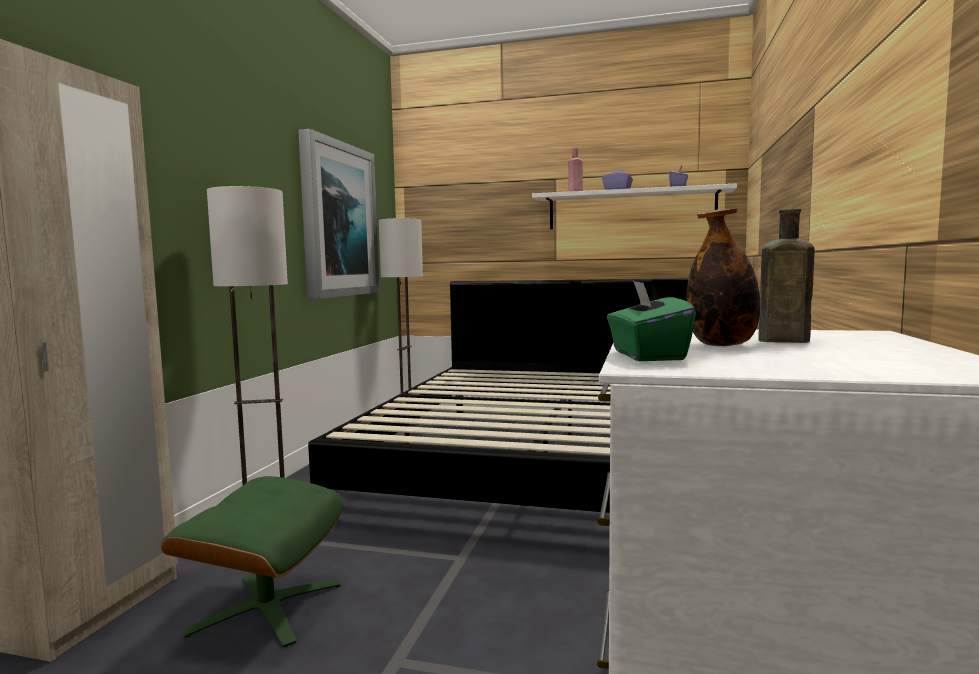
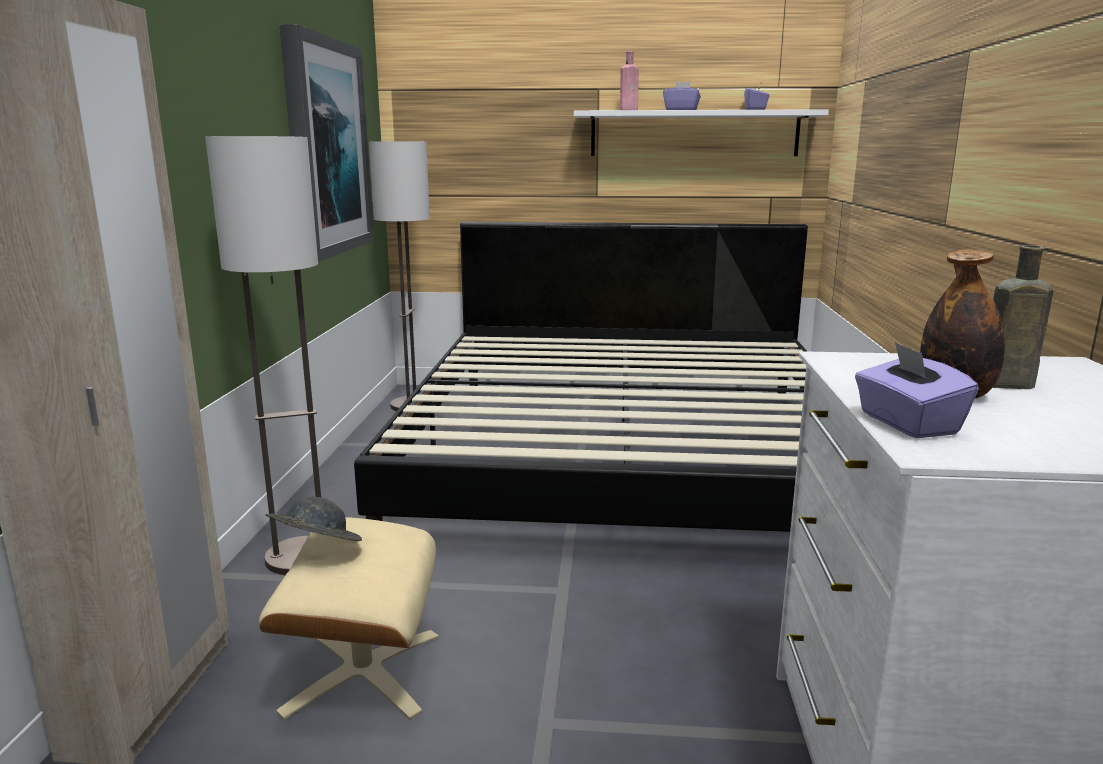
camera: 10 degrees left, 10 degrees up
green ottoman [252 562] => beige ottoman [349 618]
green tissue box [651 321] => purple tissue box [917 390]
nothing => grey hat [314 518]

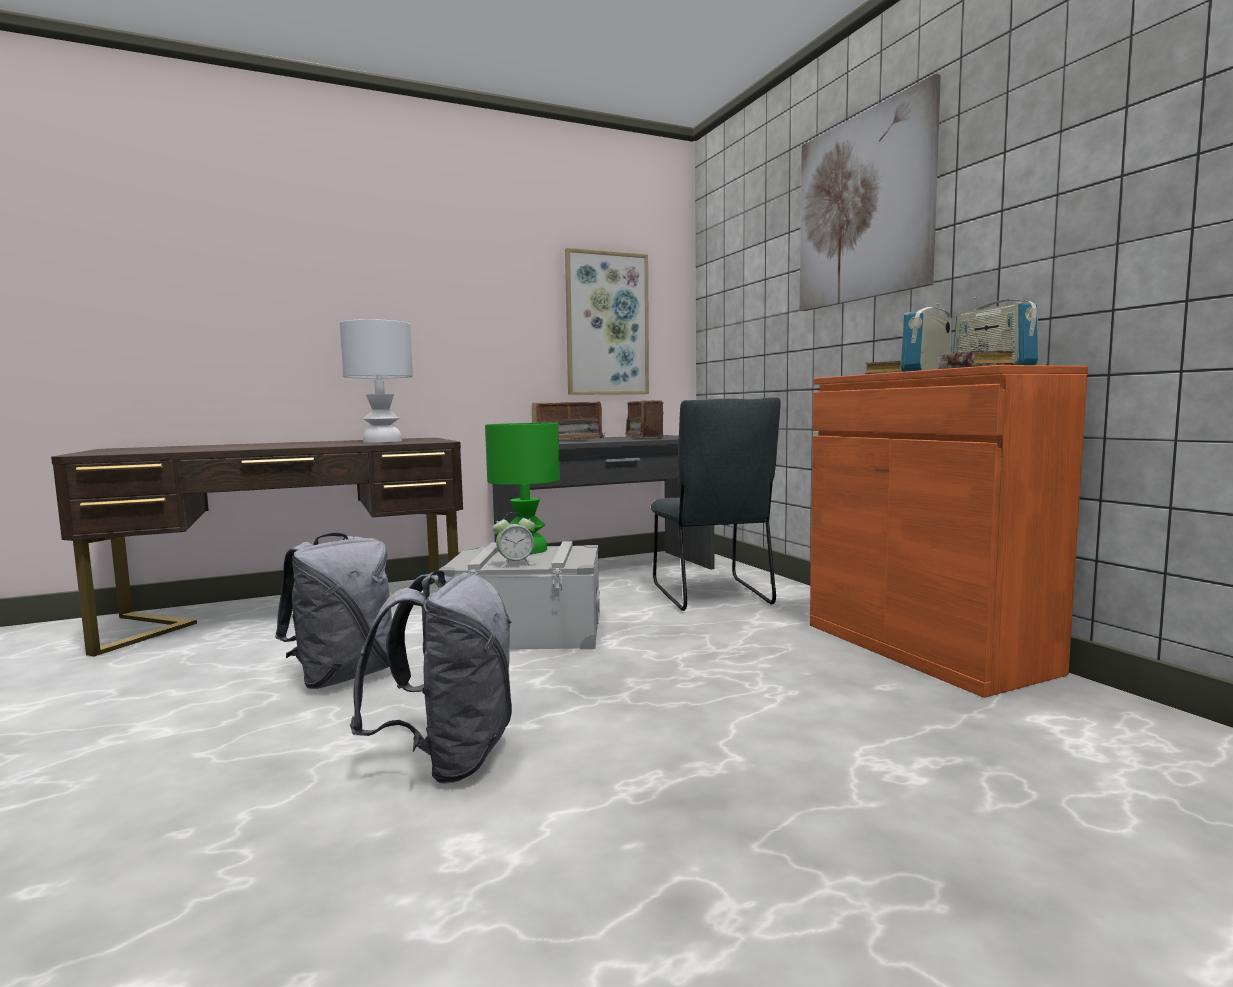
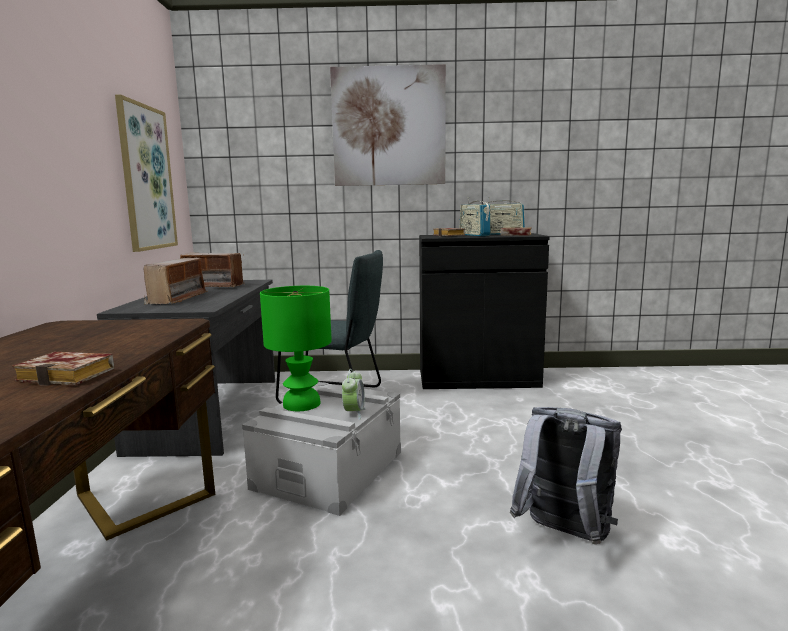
camera: 65 degrees left, 5 degrees up
grey backpack [333 611] => nothing
white table lamp [376 381] => nothing
orange cabinet [949 531] => black cabinet [484 311]
nothing => book [63 369]

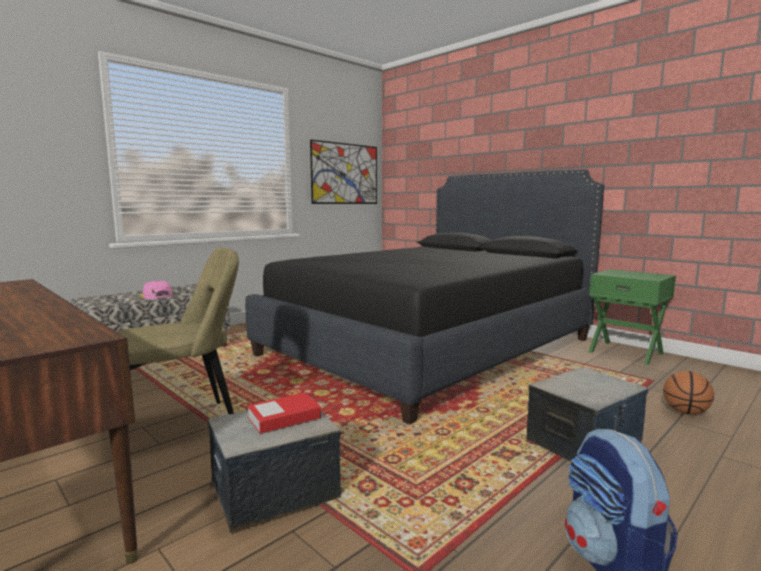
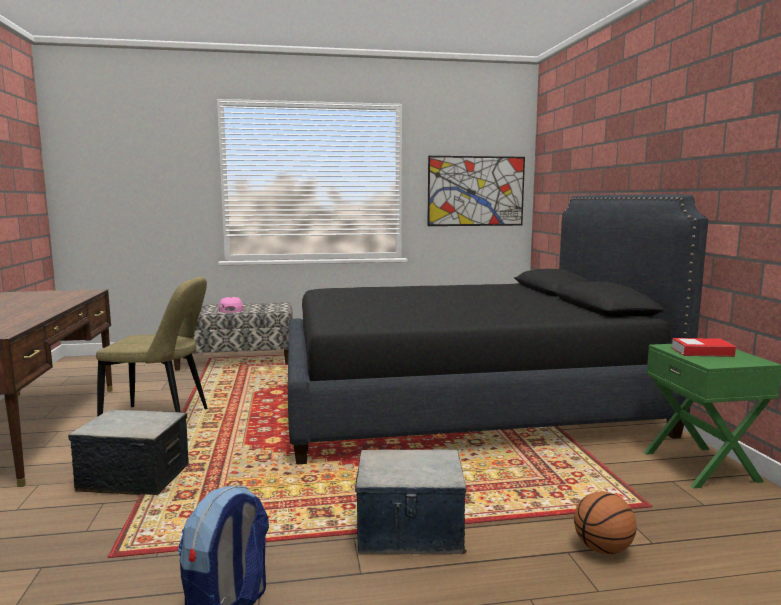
camera: 35 degrees right, 0 degrees up
book [284 413] => book [703 347], relocated

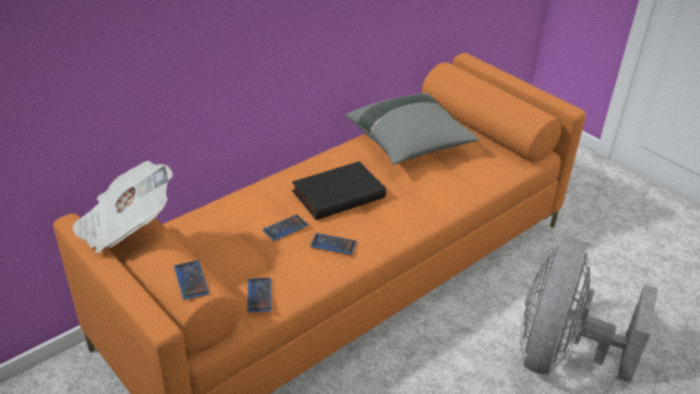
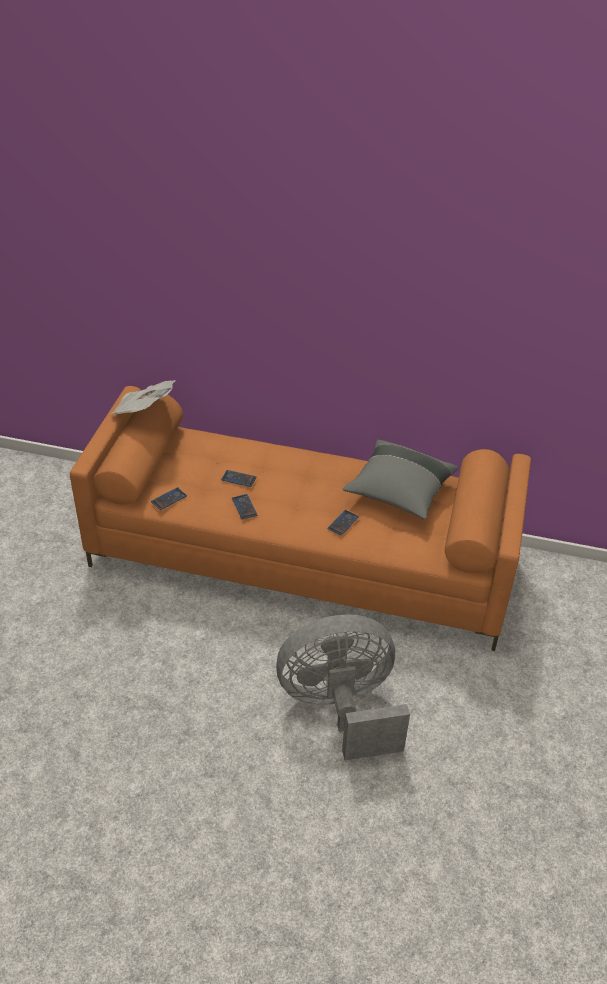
camera: 55 degrees right, 5 degrees up
phone [191 280] => phone [343 523], relocated
black book [339 190] => nothing

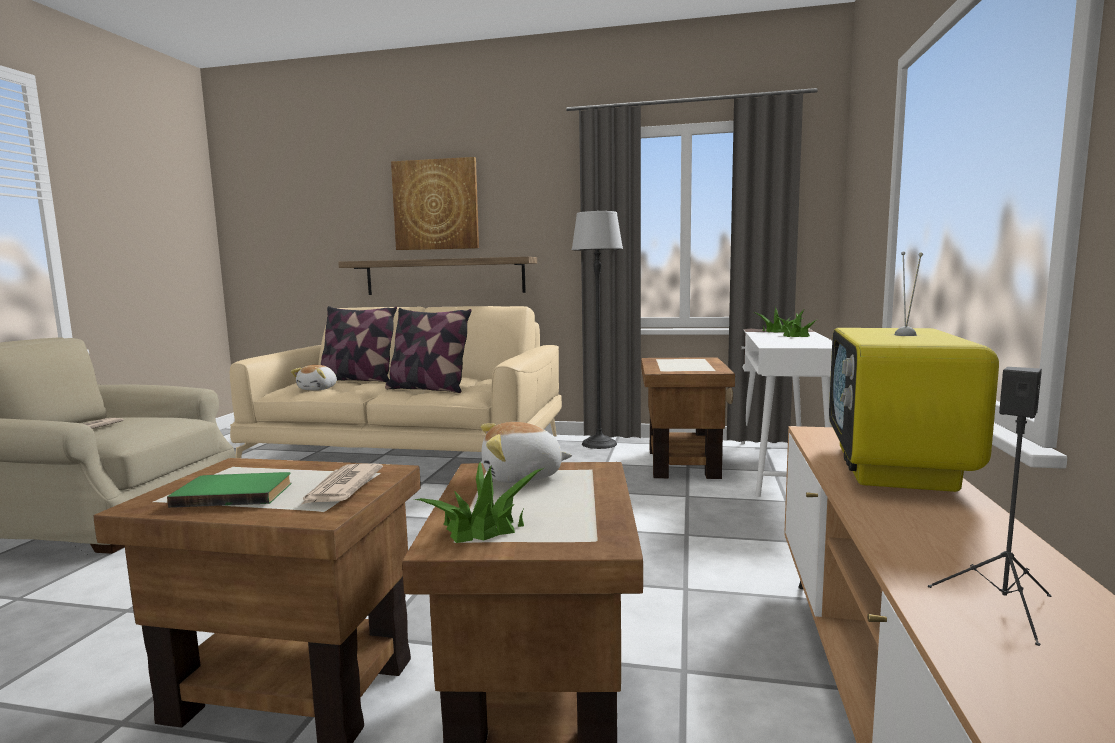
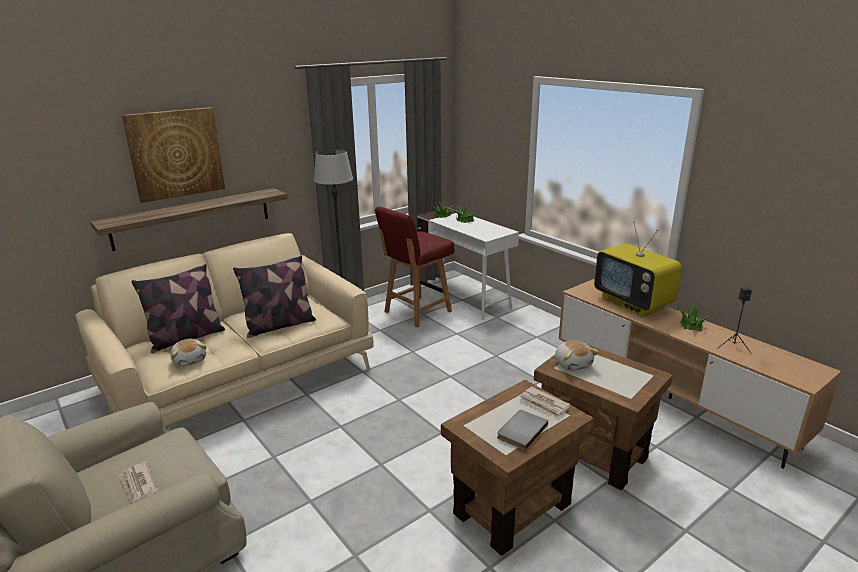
camera: 50 degrees left, 15 degrees up
green book [229 490] => grey book [522 430]
potted plant [479 502] => potted plant [692 316], relocated
plush toy [526 452] => plush toy [577 355], 45 degrees counterclockwise
brown side table [688 418] => red chair [414 267]

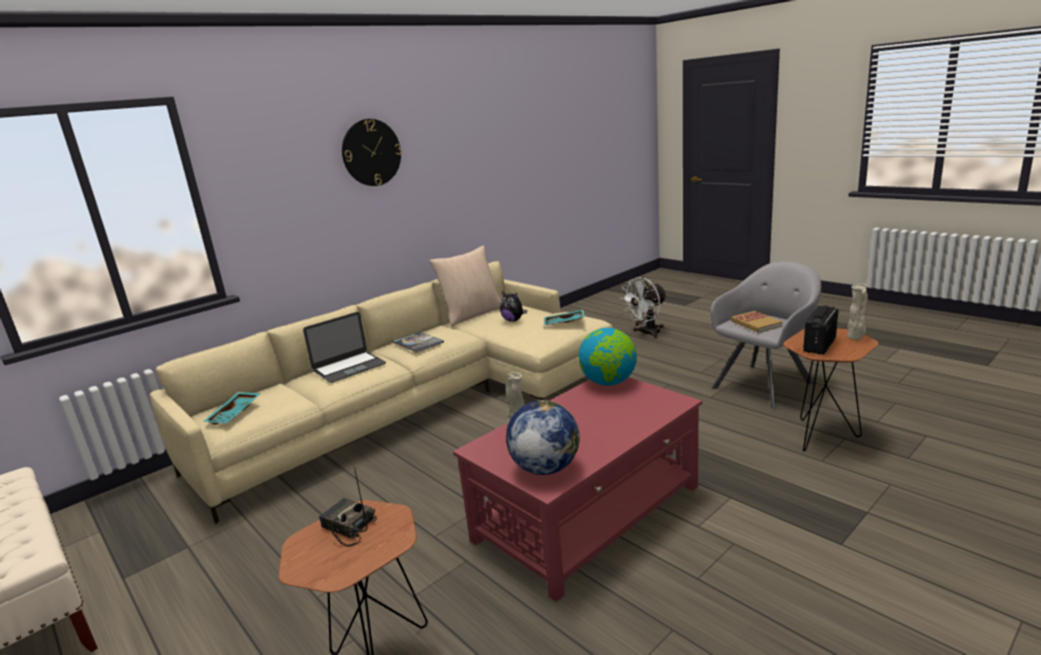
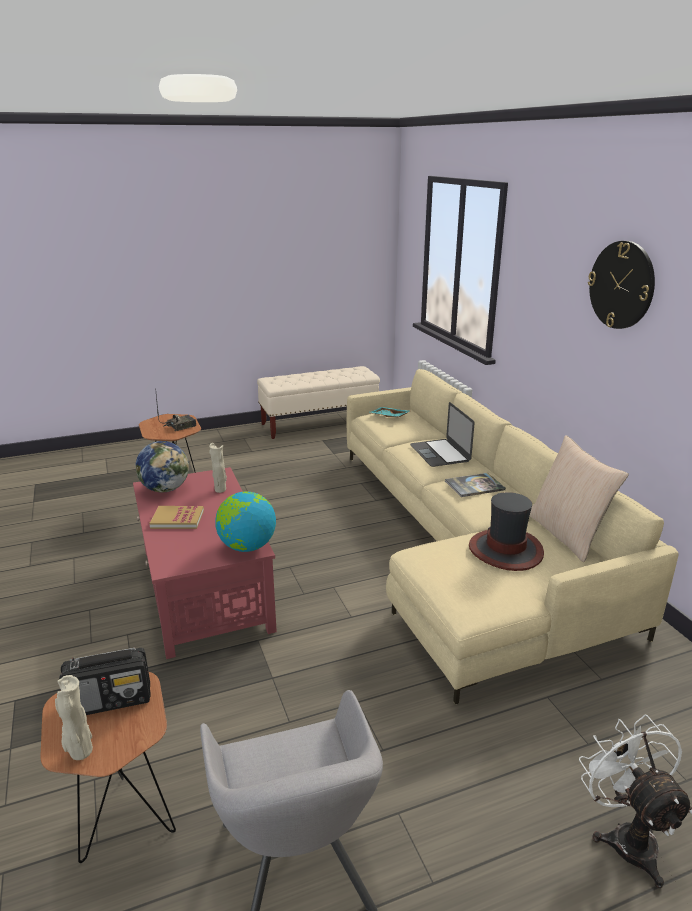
camera: 110 degrees right, 5 degrees up
plush toy [513 307] => hat [506 531]
turquoise tray [564 317] => nothing
book [757 322] => book [176 517], relocated
radio [820 330] => radio [105 681], 105 degrees clockwise

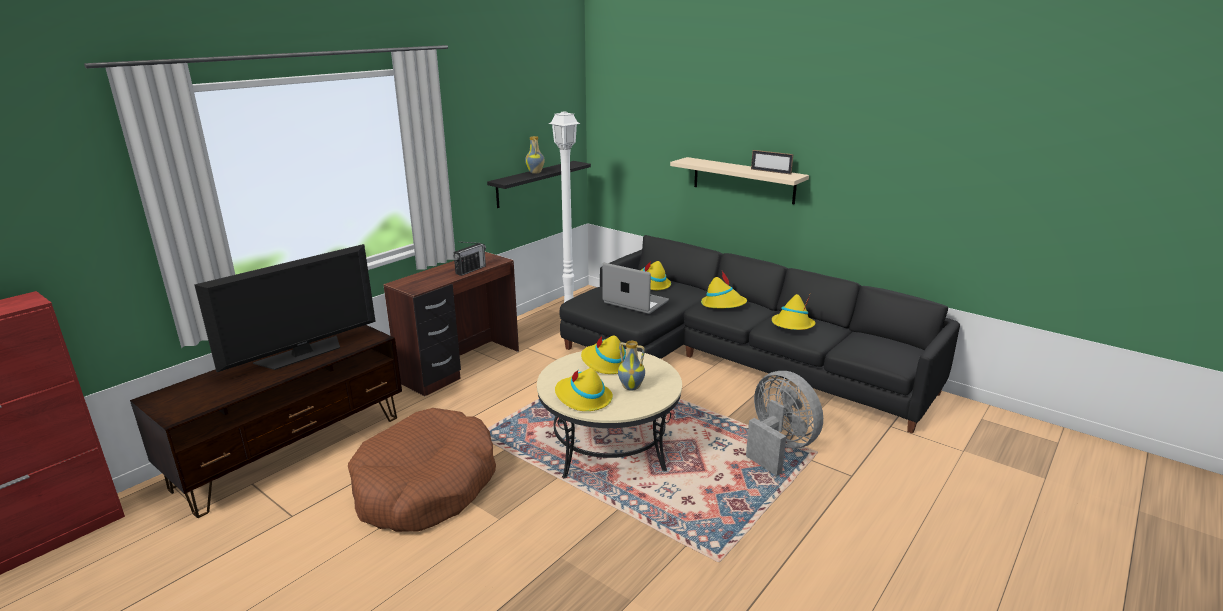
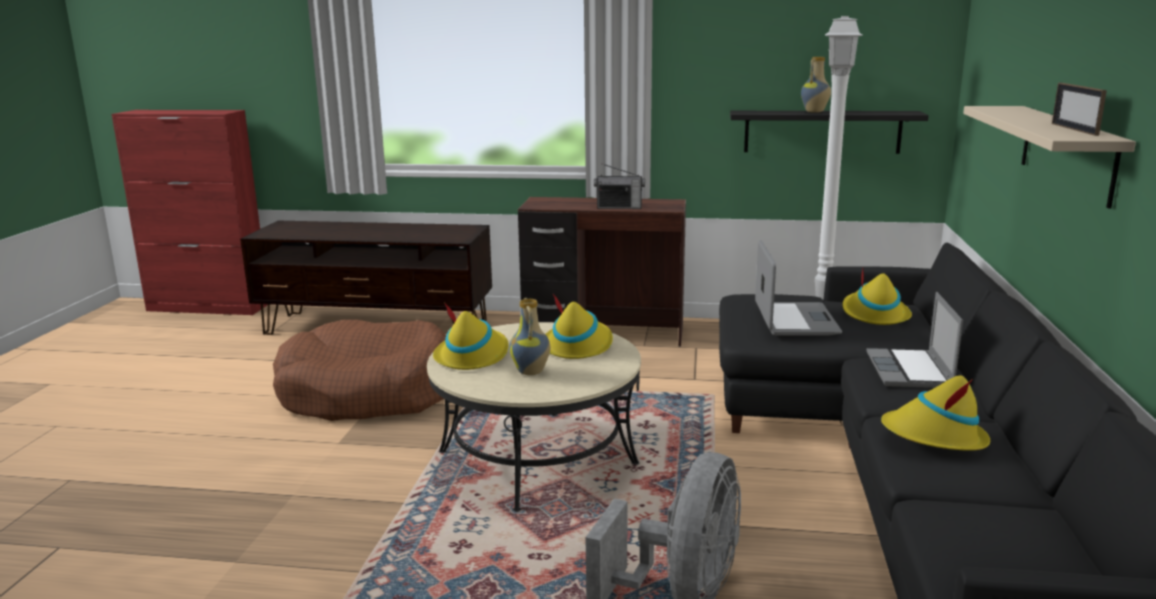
camera: 60 degrees right, 5 degrees down
television [285 308] => nothing
yellow hat [724 289] => laptop [915 340]

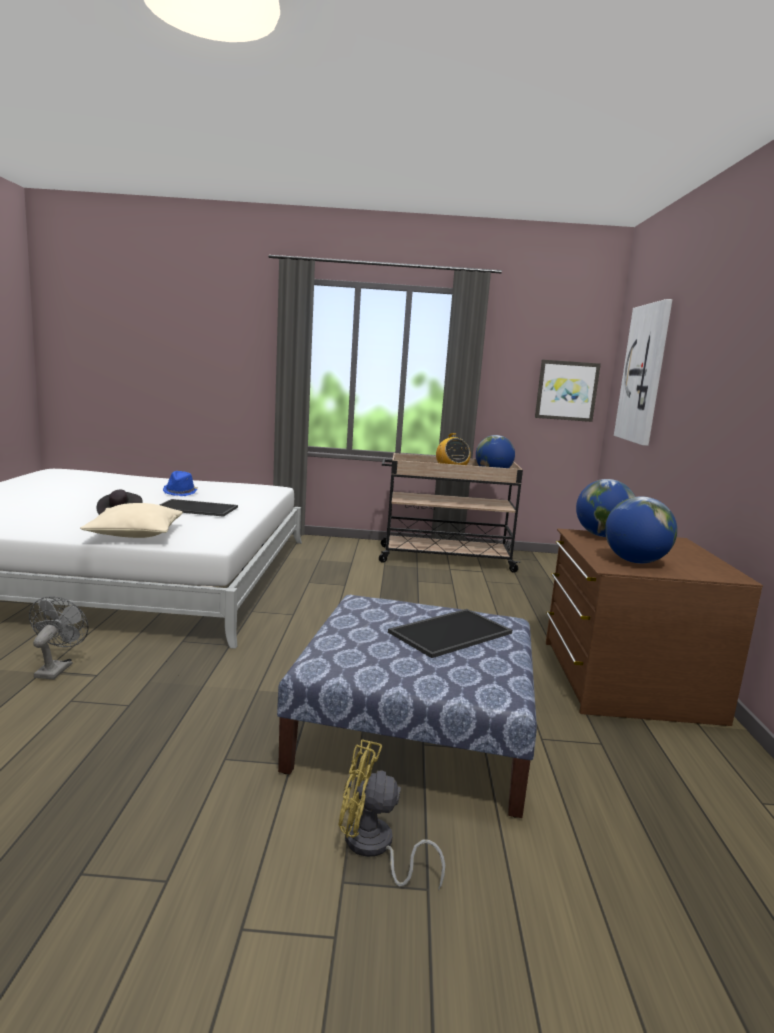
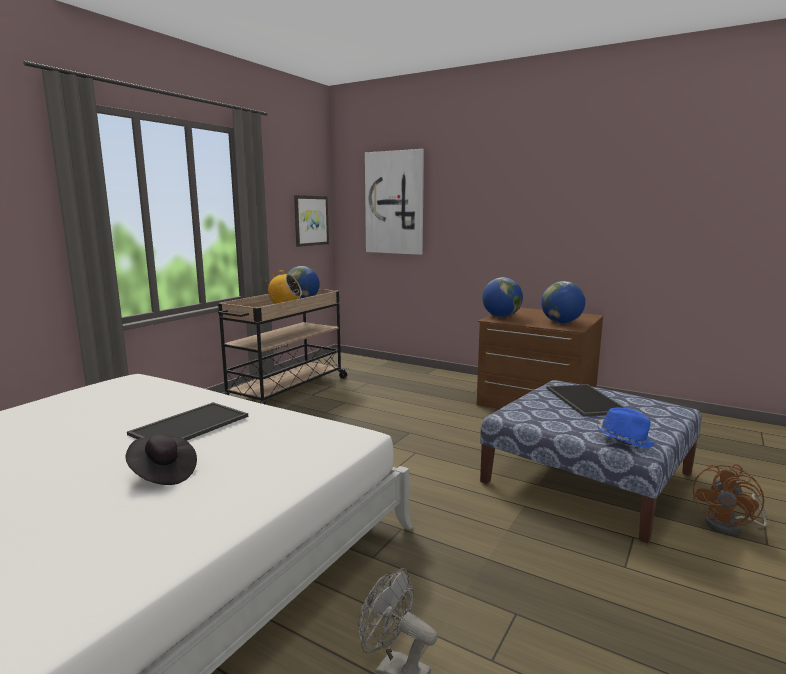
camera: 60 degrees left, 0 degrees up
beige pillow [131 520] => nothing
blue hat [180 483] => blue hat [625 428], relocated
yellow fan [392 814] => brown fan [730 499]

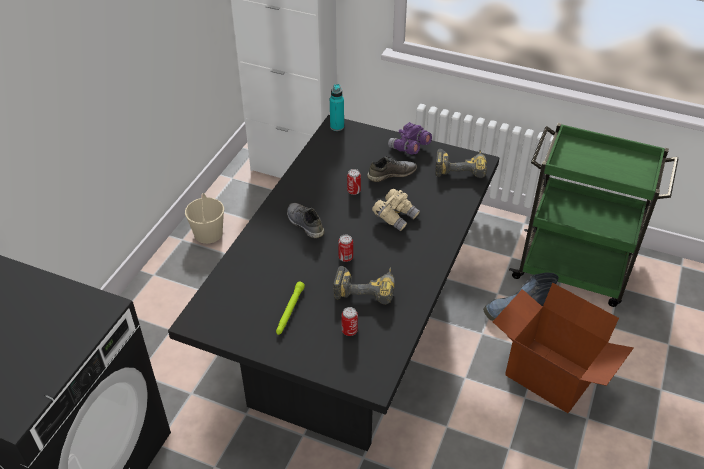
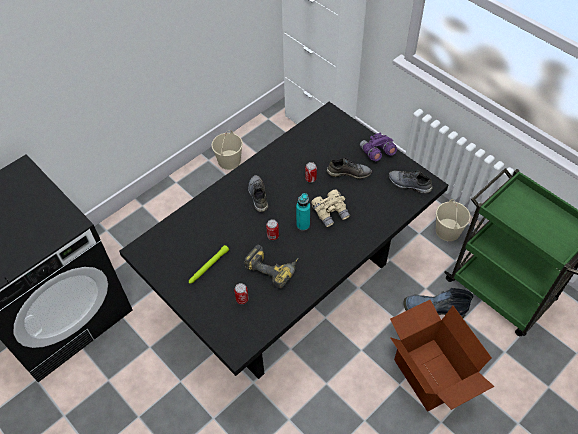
camera: 25 degrees right, 10 degrees up
turquoise bottle [337 107] => turquoise bottle [303 212], relocated
power drill [461 163] => grey shoe [410 182]
nothing => beige bucket [453 220]

